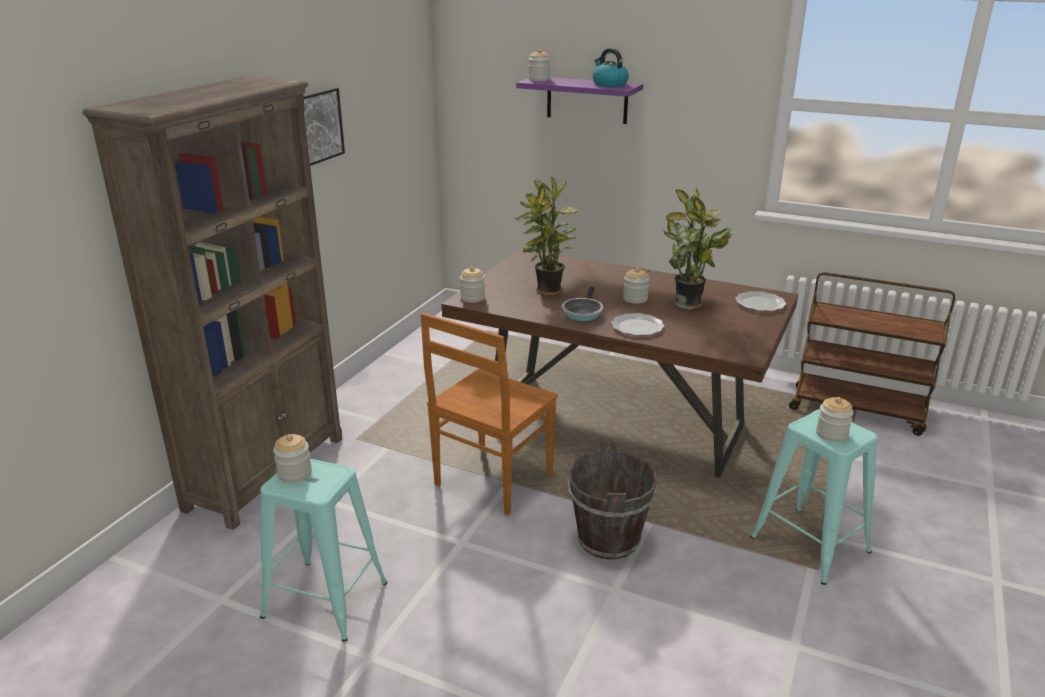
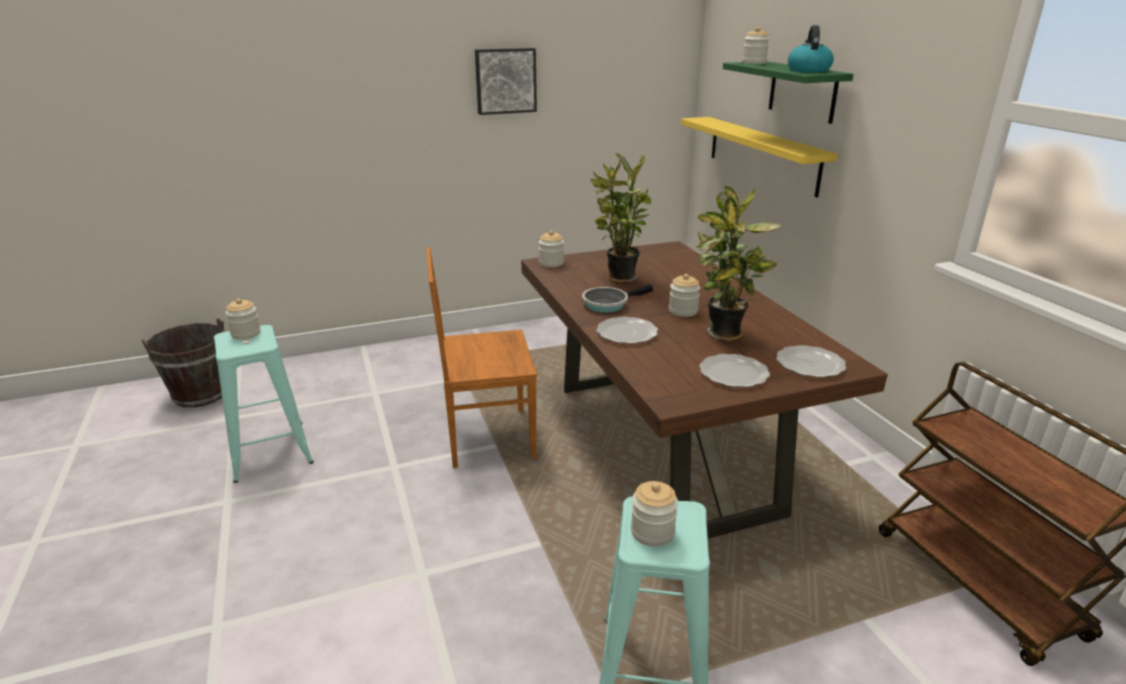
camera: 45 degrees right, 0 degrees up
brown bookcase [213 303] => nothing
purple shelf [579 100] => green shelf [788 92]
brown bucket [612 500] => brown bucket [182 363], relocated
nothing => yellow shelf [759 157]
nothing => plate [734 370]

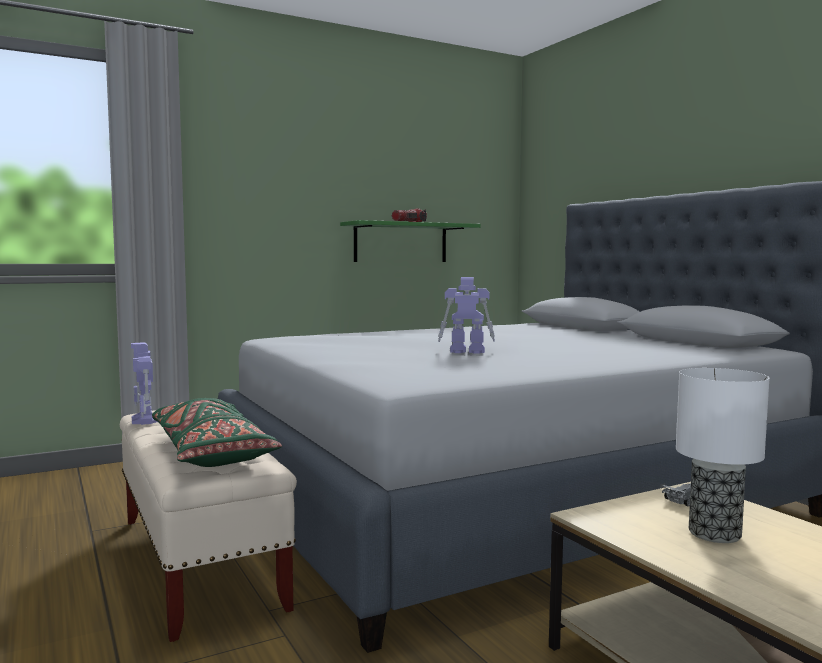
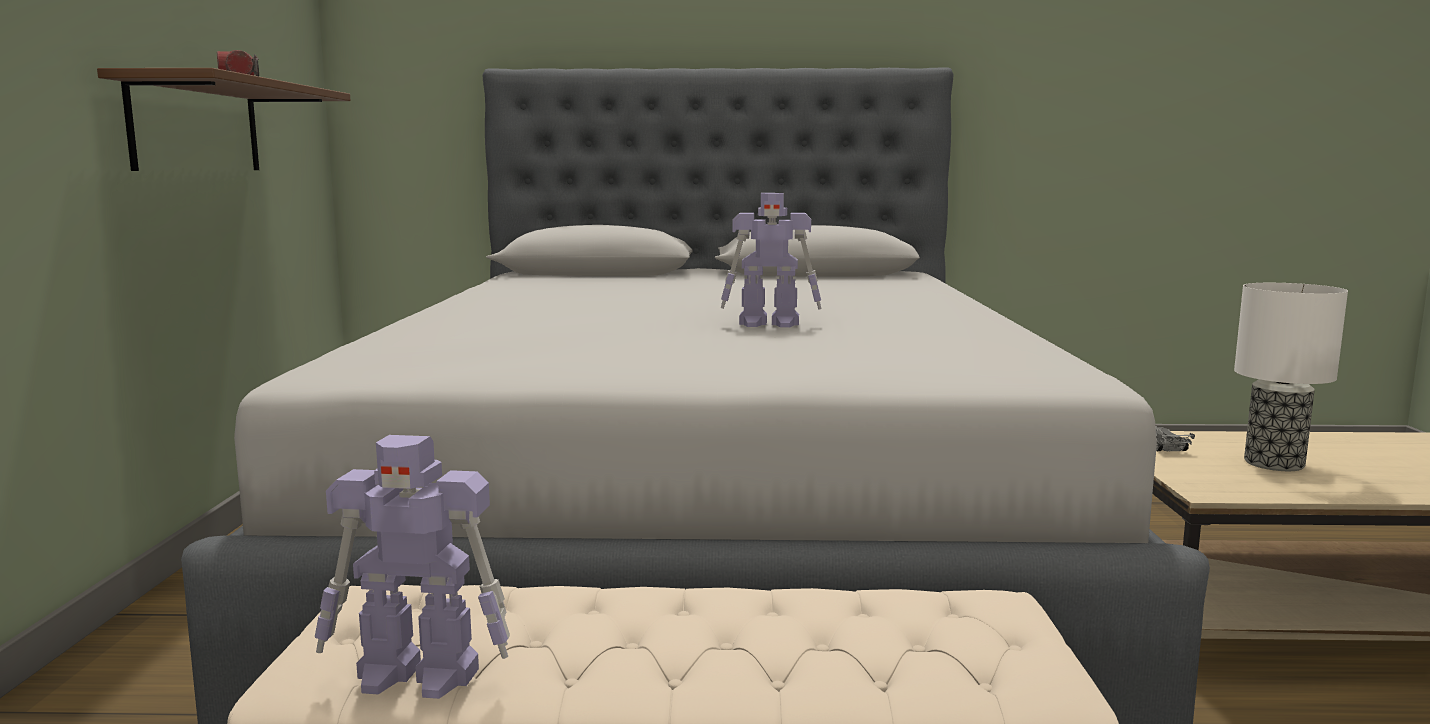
camera: 60 degrees left, 5 degrees up
green pillow [217 432] => nothing
green shelf [410 241] => brown shelf [223 119]
toy robot [466 315] => toy robot [771 260], 120 degrees counterclockwise

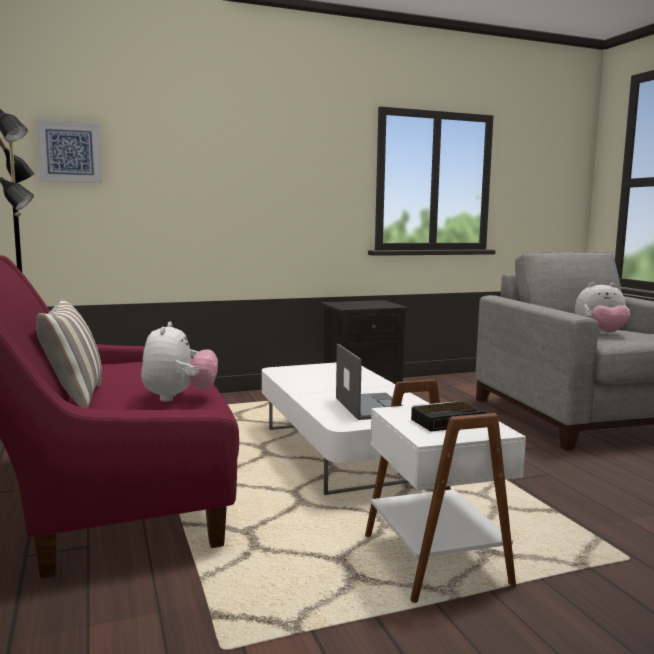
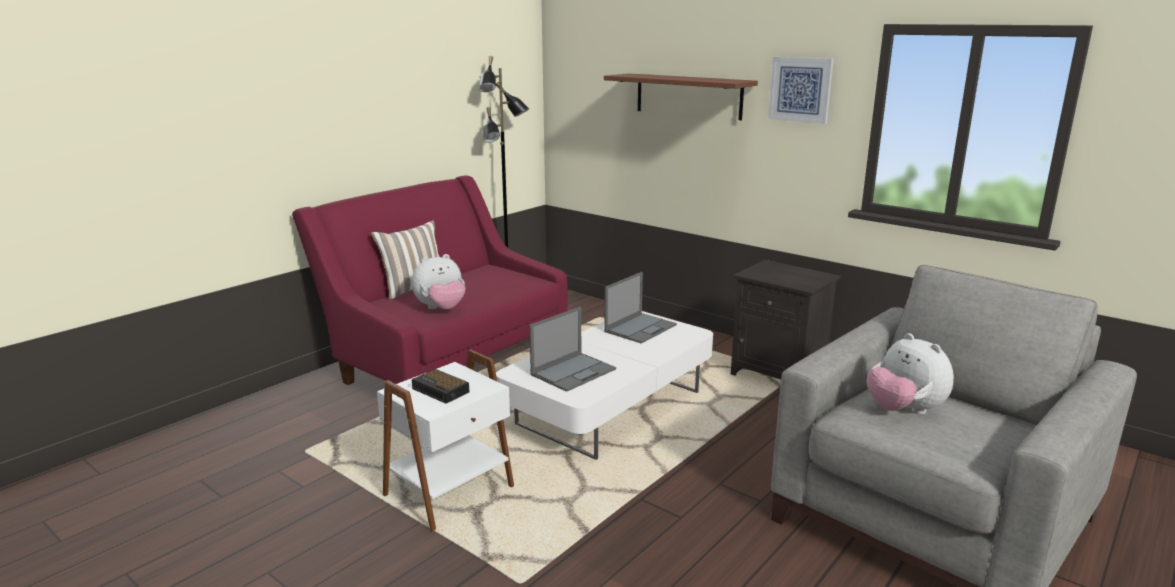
camera: 60 degrees right, 10 degrees up
picture [68 151] => picture [801 90], relocated
nothing => brown shelf [681 96]
nothing => laptop [640 308]

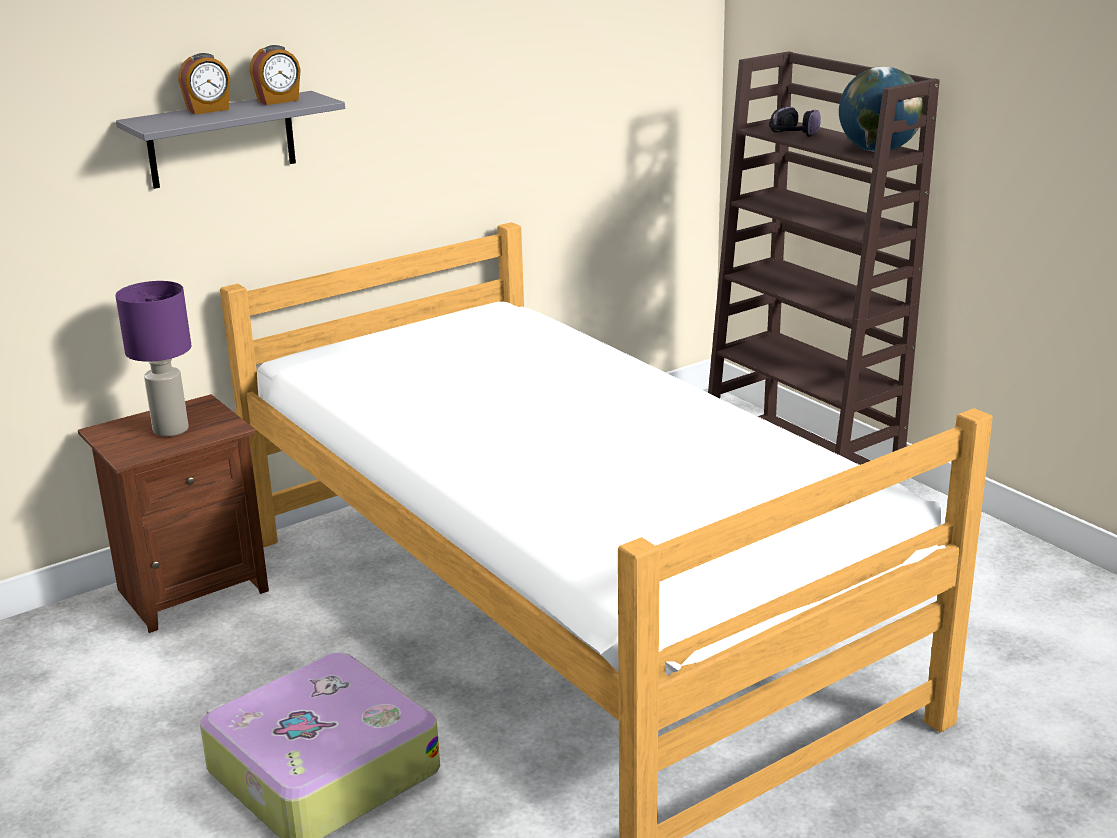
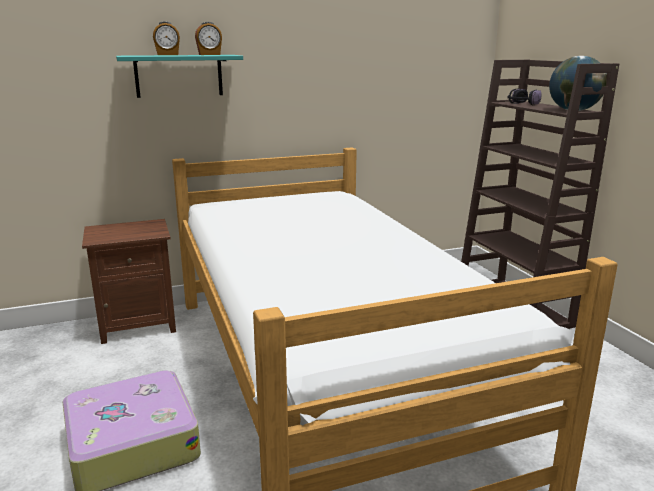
camera: 15 degrees right, 5 degrees down
purple table lamp [153 359] => nothing
grey shelf [230 140] => turquoise shelf [179 76]

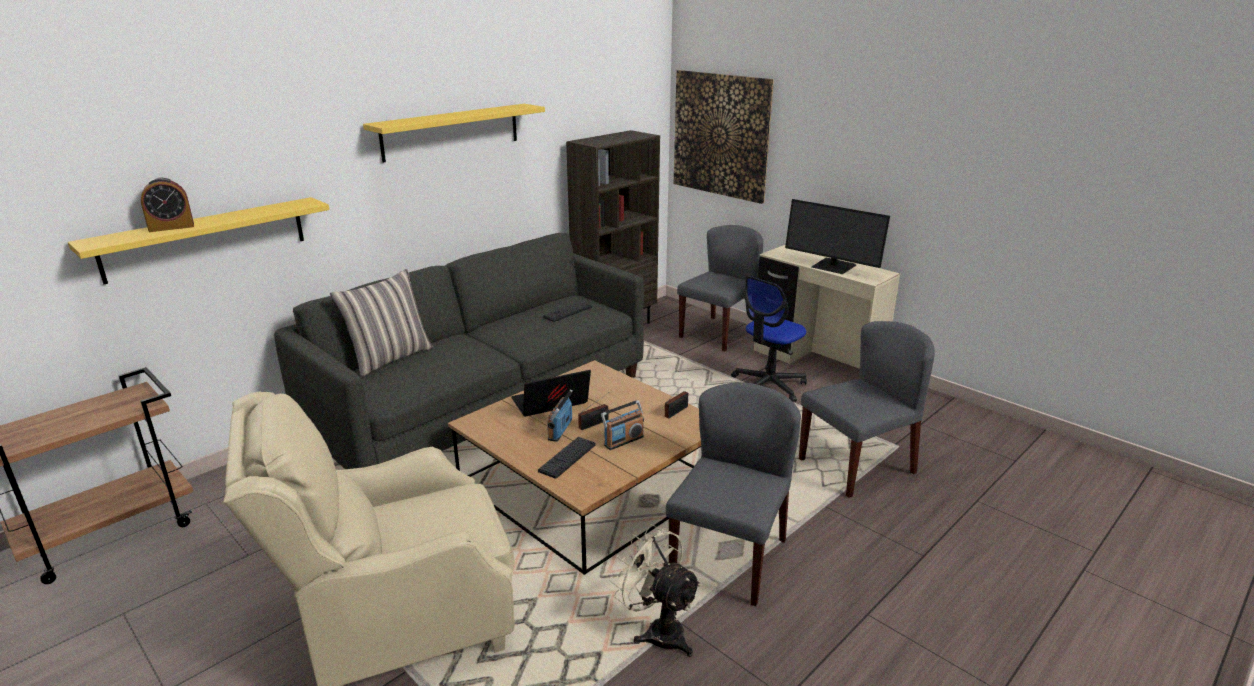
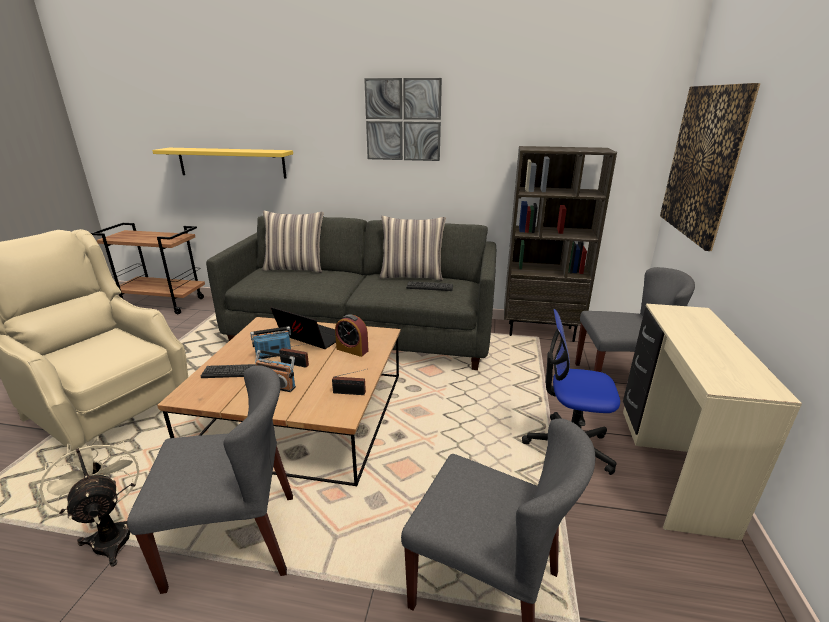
camera: 55 degrees right, 0 degrees up
alarm clock [167 205] => alarm clock [352 335], relocated
yellow shelf [454 133] => picture [403 119]
beige fan [656 590] => beige fan [89 501], 45 degrees counterclockwise
monitor [837 236] => nothing
nothing => pillow [413 248]

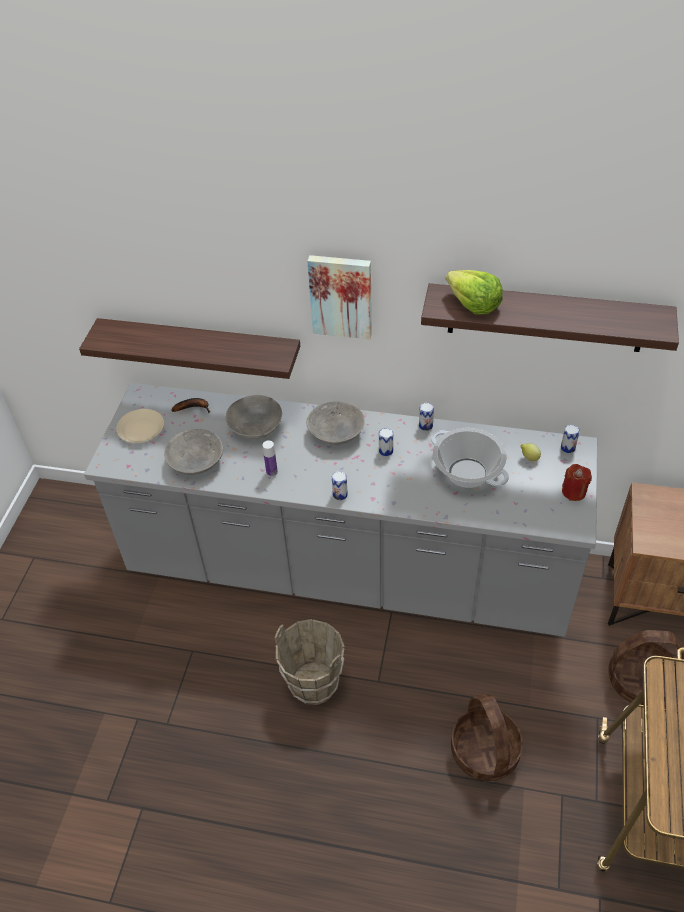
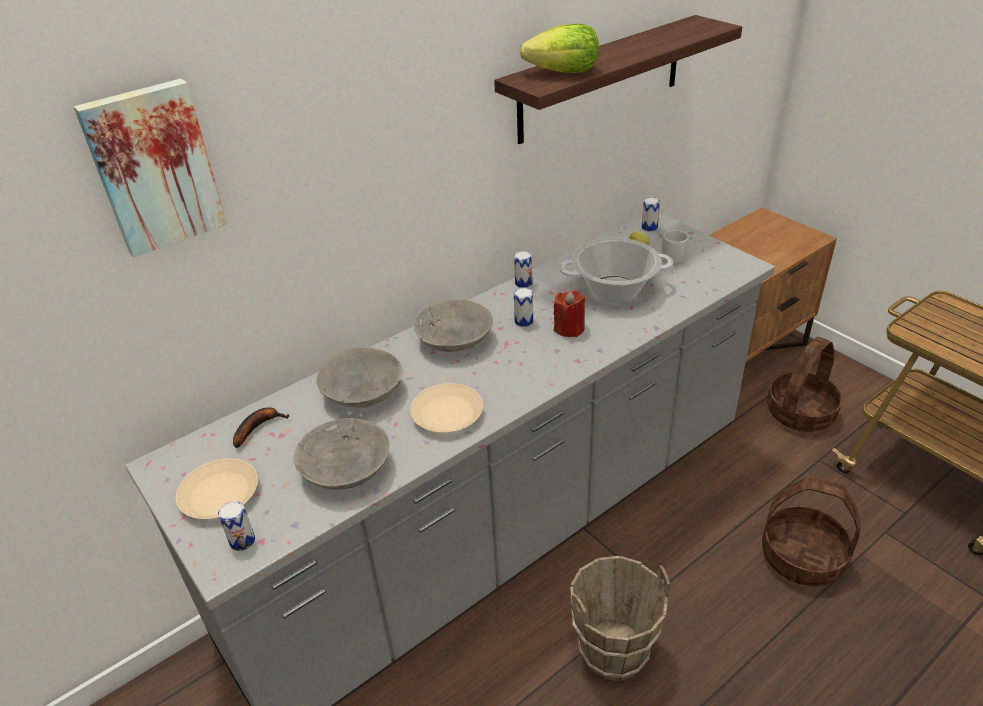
camera: 50 degrees left, 10 degrees down
shelf [189 348] => nothing
bottle [270 458] => beige plate [446 408]
picture [339 297] => picture [150 168], relocated
can [340 485] => can [236 526], relocated
red candle [577 482] => red candle [569 313], relocated
nothing => grey mug [674 247]

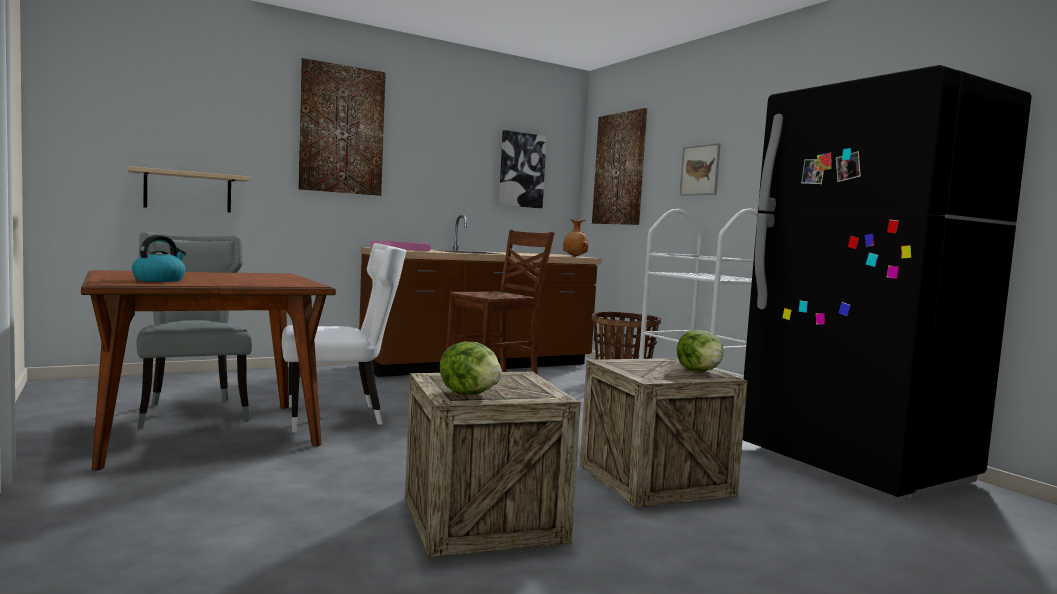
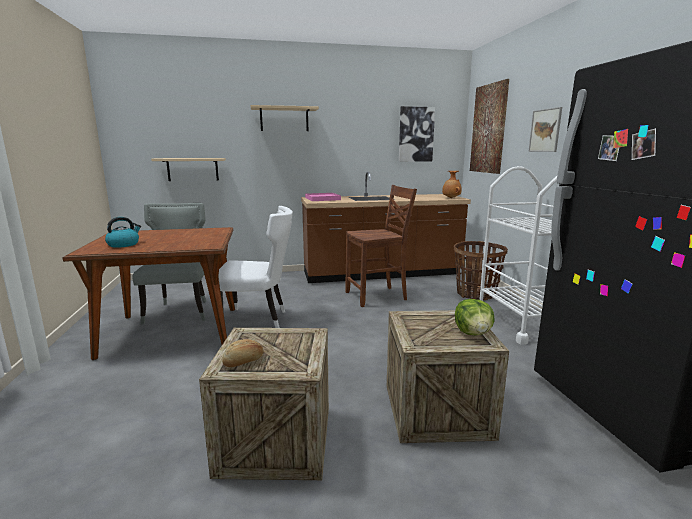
camera: 20 degrees right, 10 degrees up
picture [342 127] => beige shelf [284 118]
lettuce [471 368] => bread [243 353]

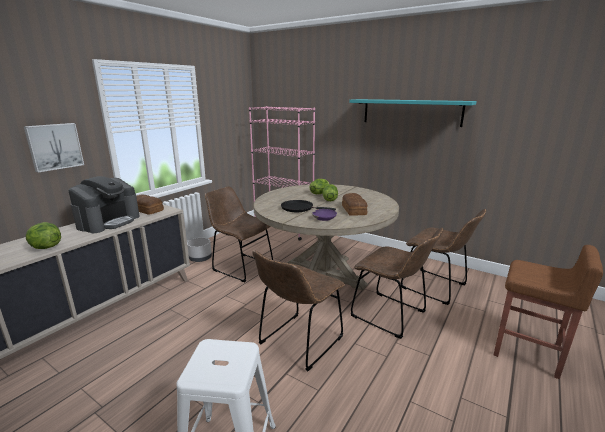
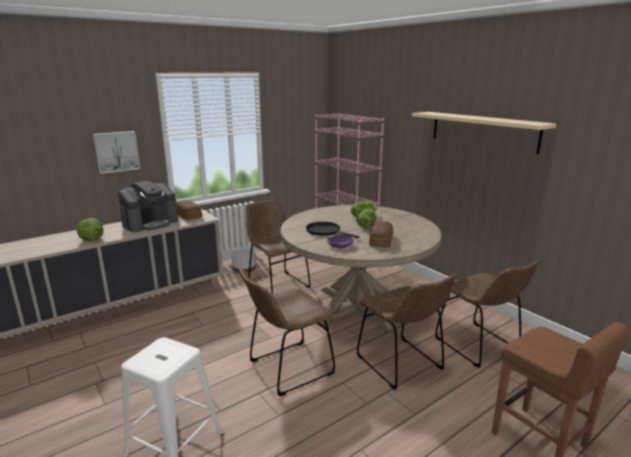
camera: 20 degrees right, 0 degrees up
turquoise shelf [413 113] => beige shelf [484 133]

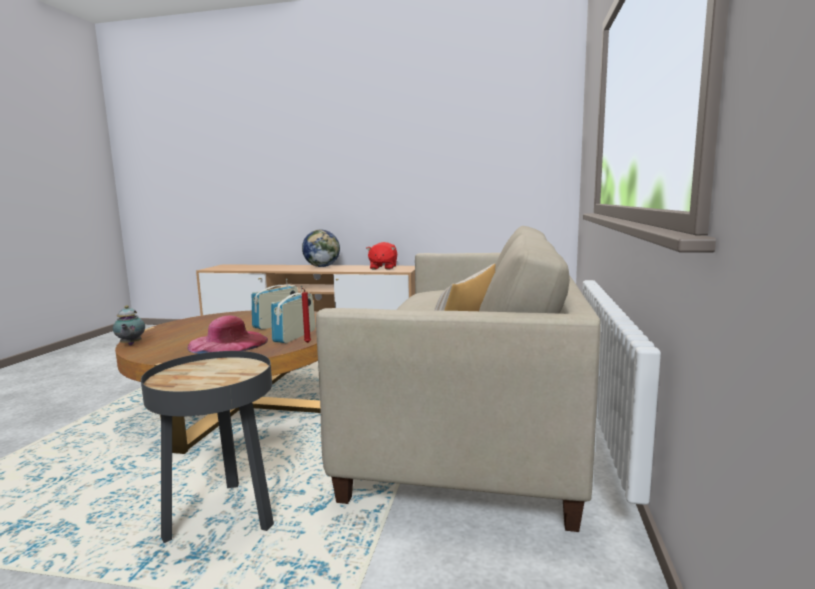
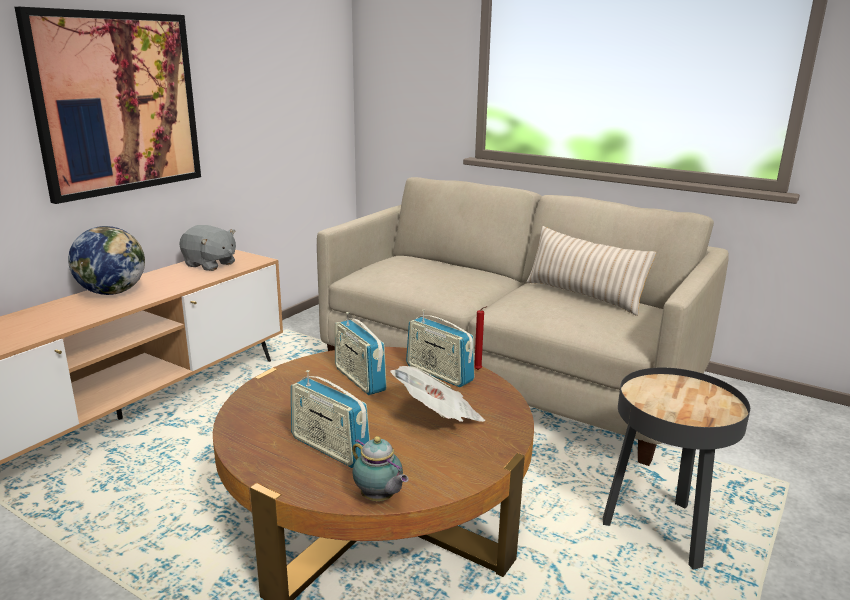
camera: 70 degrees left, 10 degrees up
teapot [129 325] => teapot [380 468], 45 degrees clockwise
pink hat [227 335] => newspaper [437 394]
red plush toy [381 255] => grey plush toy [207 248]
nothing => picture [108 105]
nothing => radio [330 419]

